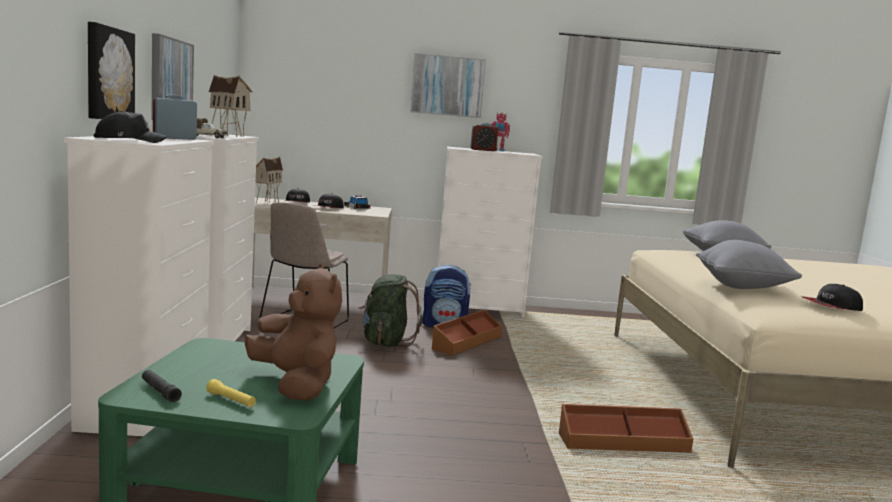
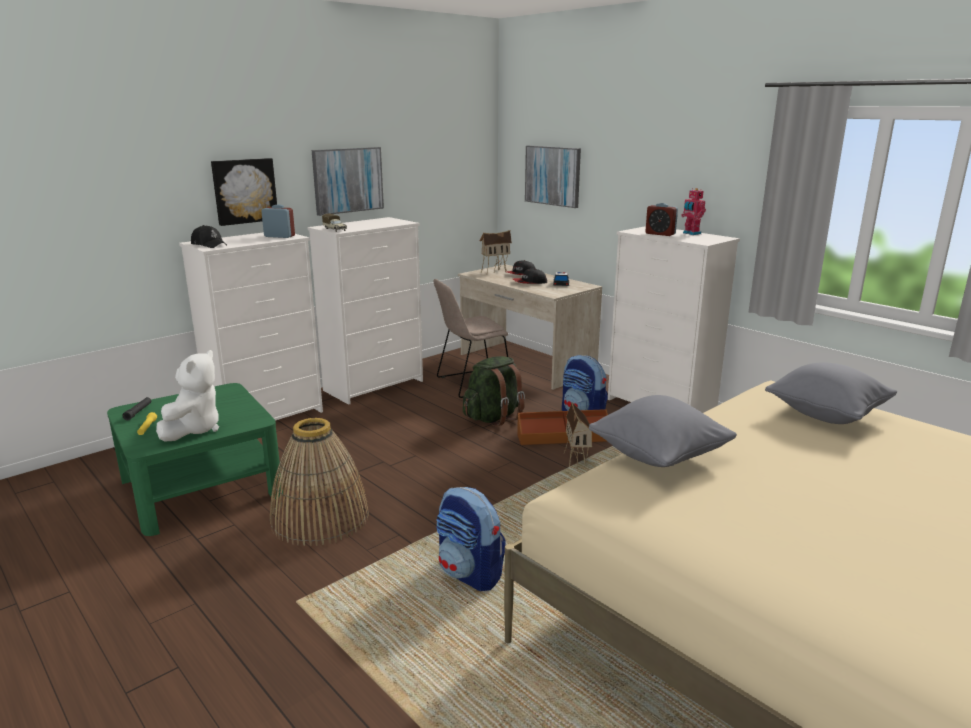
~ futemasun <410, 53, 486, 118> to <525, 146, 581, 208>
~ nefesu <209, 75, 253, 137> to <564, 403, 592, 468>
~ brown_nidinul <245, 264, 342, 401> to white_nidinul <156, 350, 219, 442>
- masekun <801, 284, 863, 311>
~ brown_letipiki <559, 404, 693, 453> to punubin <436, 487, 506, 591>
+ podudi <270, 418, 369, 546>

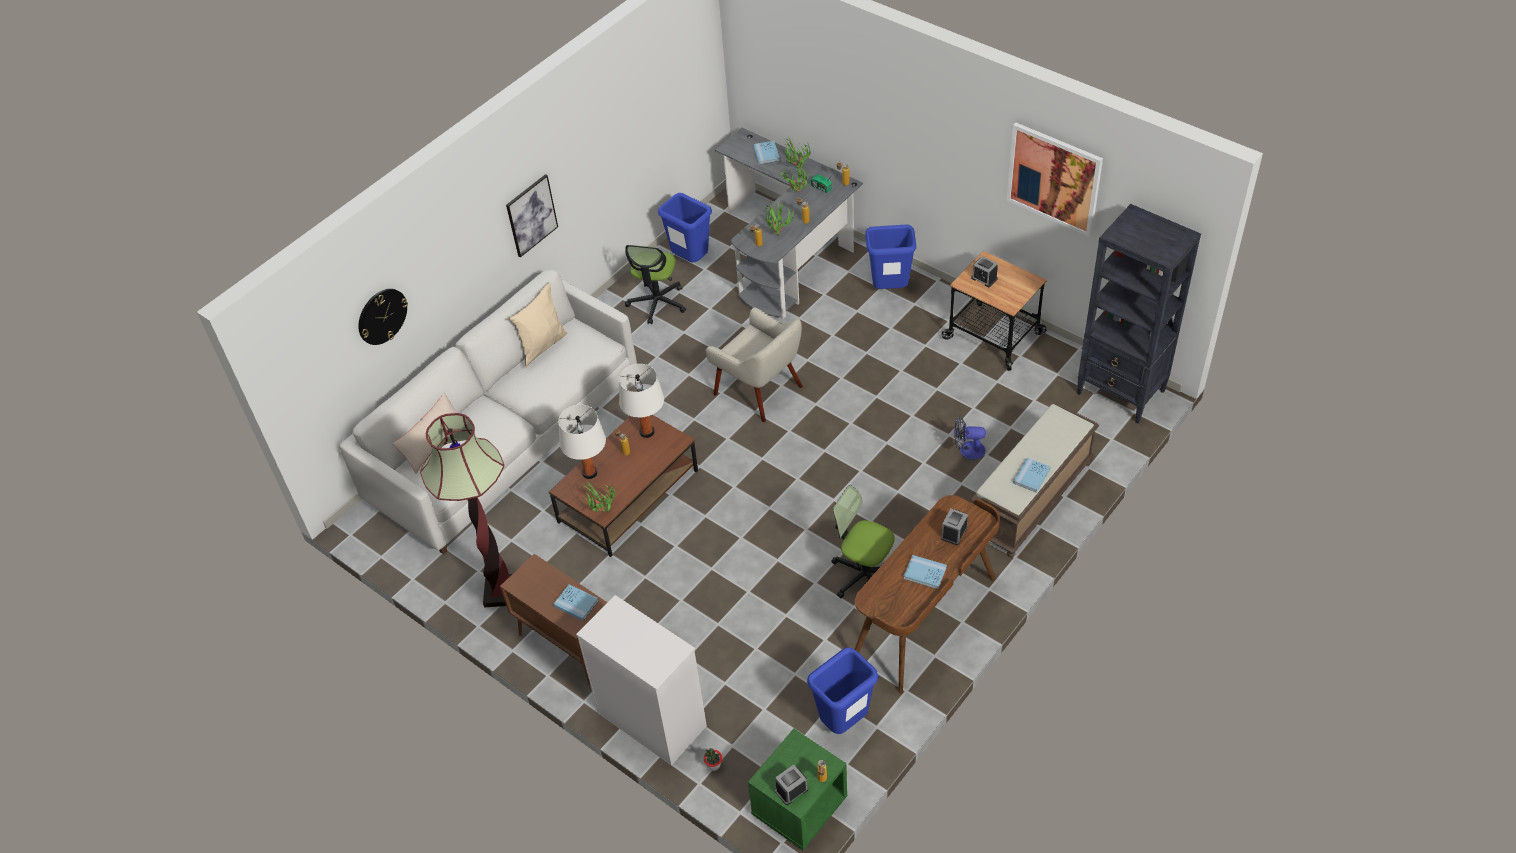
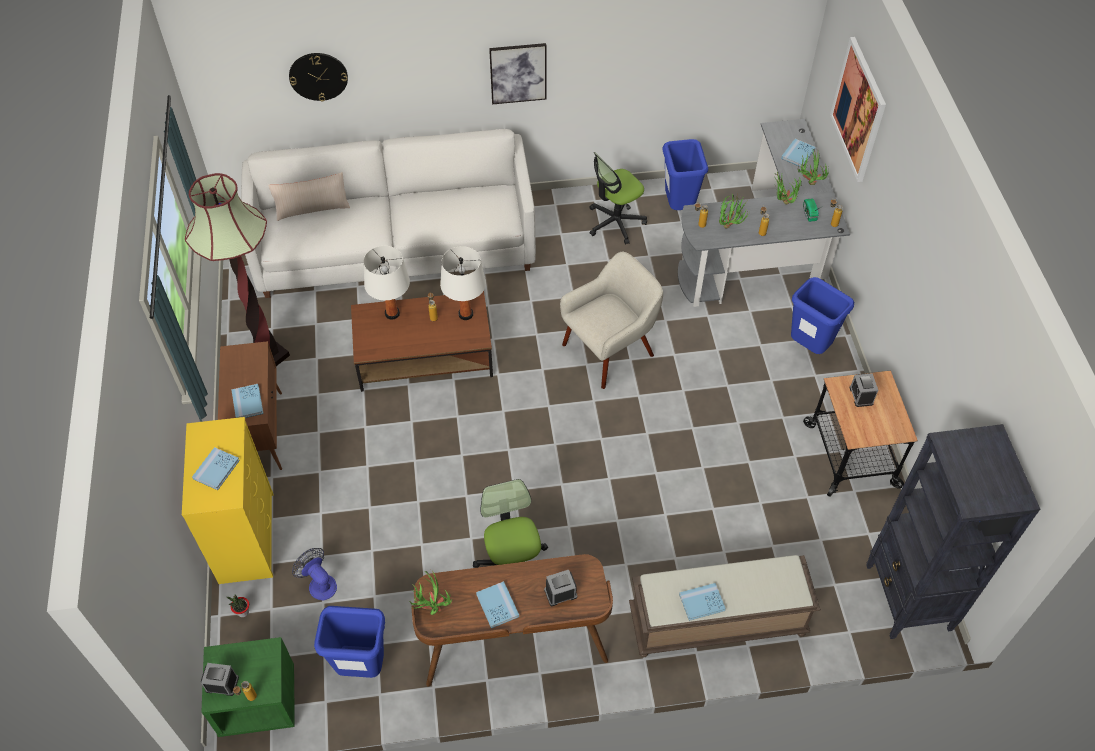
~ futemasun <1006, 123, 1103, 237> to <830, 37, 886, 182>
- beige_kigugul <509, 282, 568, 368>
~ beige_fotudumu <706, 307, 803, 422> = <560, 252, 663, 389> 120 degrees counterclockwise
~ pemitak <954, 416, 986, 460> to <292, 548, 337, 600>
~ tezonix <582, 480, 615, 512> to <410, 569, 452, 615>
~ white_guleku <576, 595, 707, 766> to yellow_guleku <182, 417, 273, 584>
+ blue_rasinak <192, 447, 240, 490>

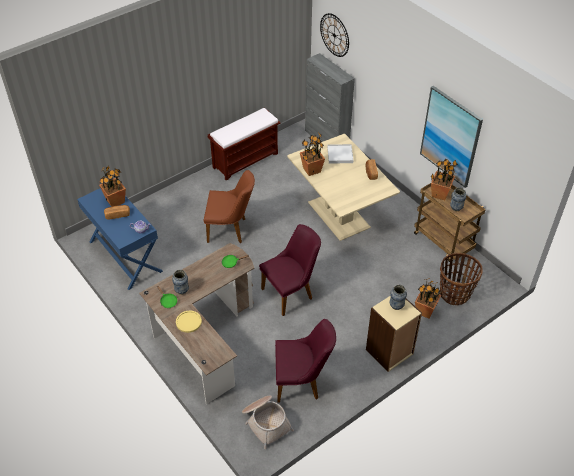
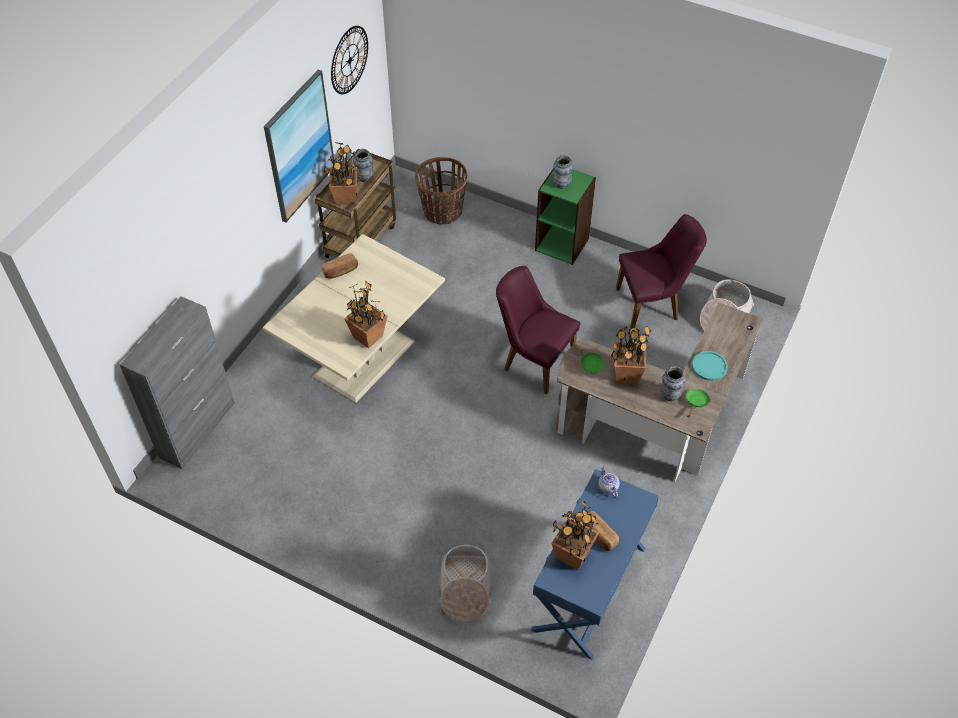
~ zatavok <320, 13, 349, 57> to <331, 26, 368, 94>
- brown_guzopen <208, 108, 280, 180>
- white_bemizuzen <327, 144, 353, 164>
- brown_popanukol <204, 170, 255, 243>
~ tezonix <415, 278, 443, 318> to <611, 325, 651, 383>
~ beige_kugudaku <366, 295, 422, 372> to green_kugudaku <535, 168, 596, 265>
~ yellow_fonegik <176, 311, 202, 333> to turquoise_fonegik <692, 351, 728, 381>
~ purple_popanukol <275, 319, 336, 403> = <616, 214, 707, 328> 105 degrees clockwise
+ podudi <440, 545, 492, 622>

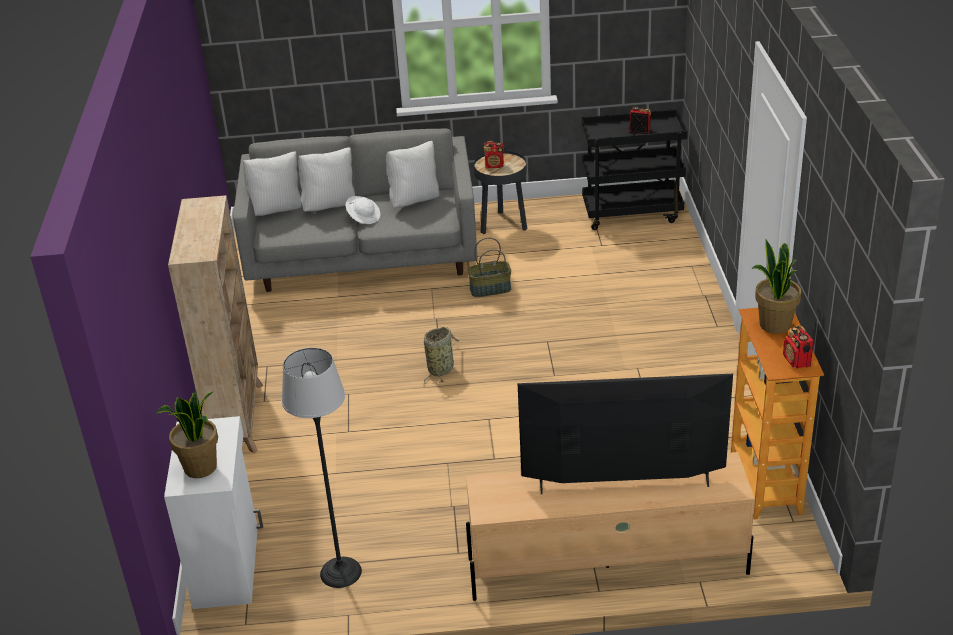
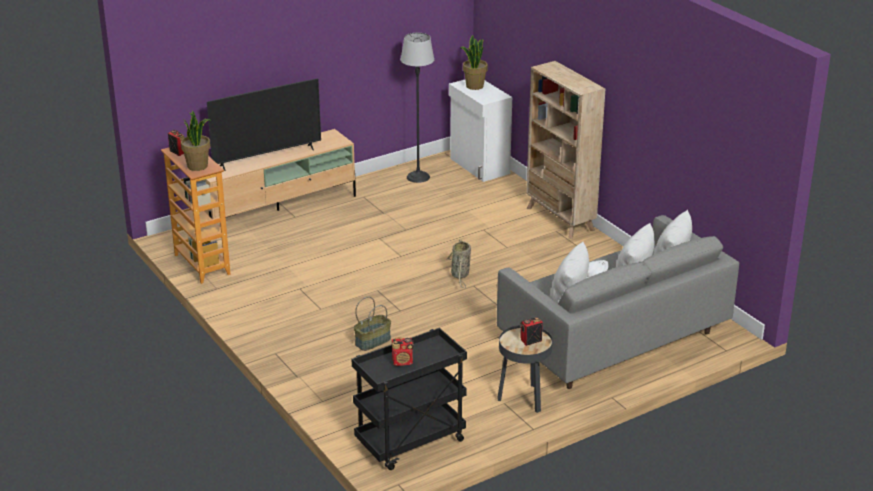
~ podudi <468, 238, 511, 297> to <354, 297, 391, 351>

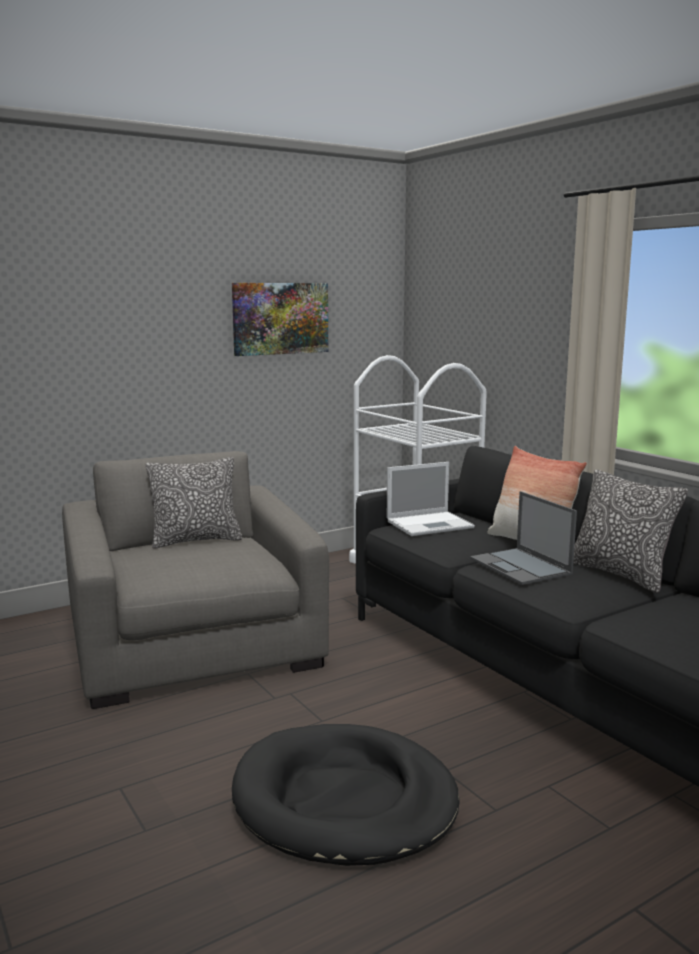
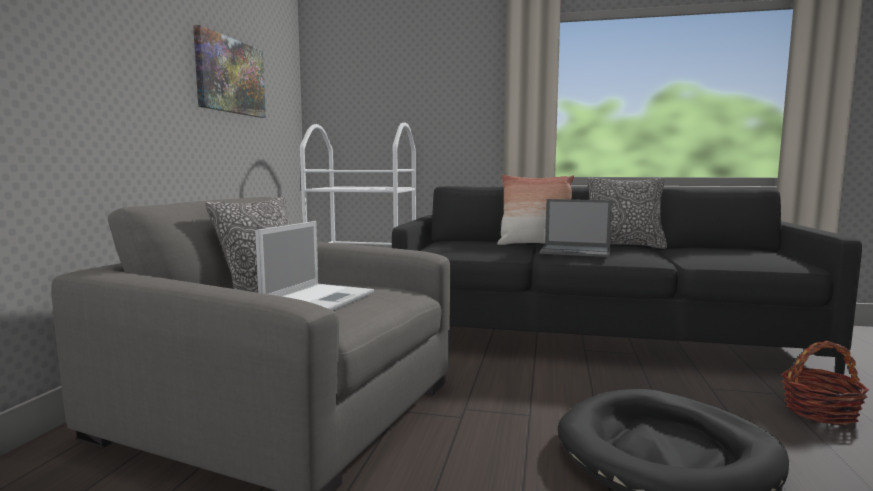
~ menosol <387, 462, 475, 536> to <255, 221, 374, 311>
+ podudi <781, 341, 869, 426>

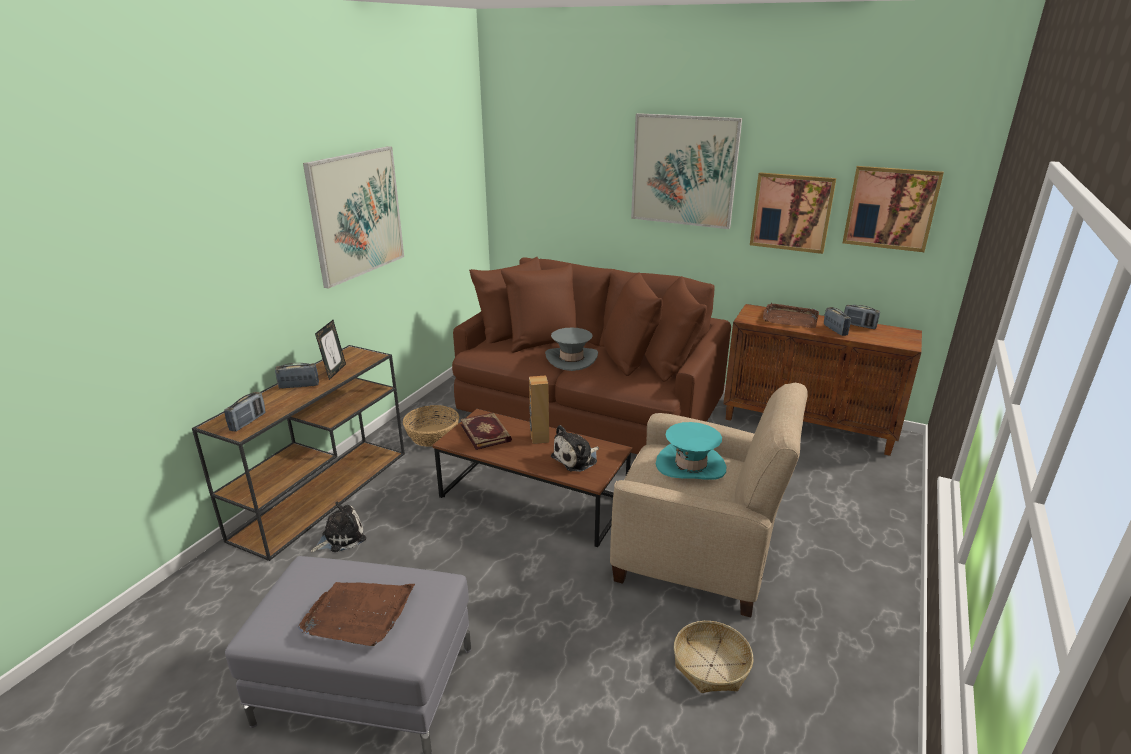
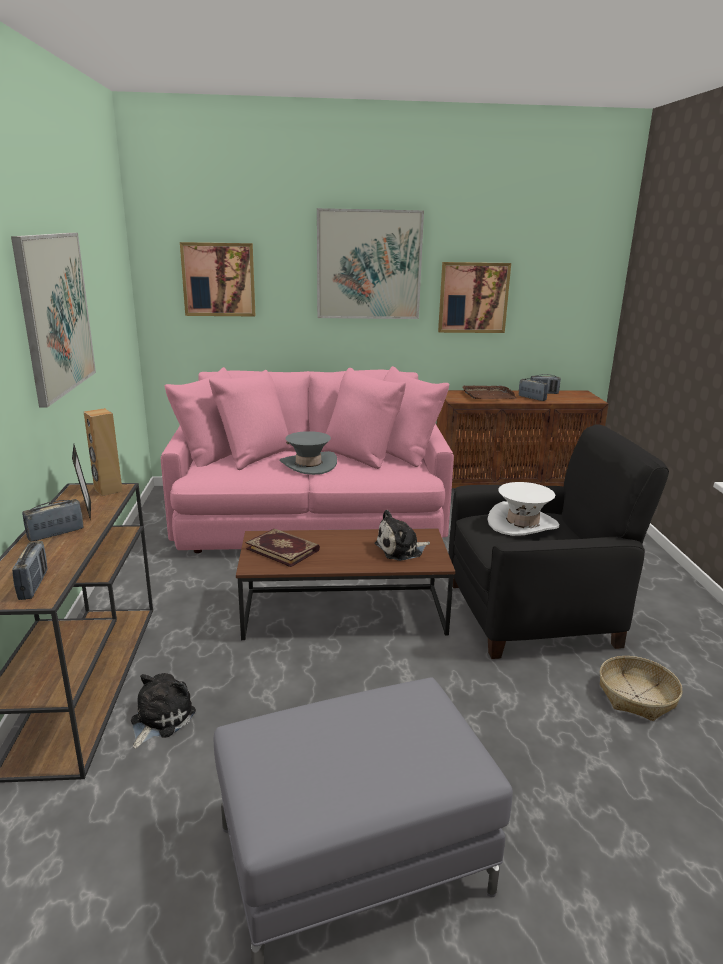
~ futemasun <843, 166, 944, 252> to <180, 242, 255, 316>
~ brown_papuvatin <452, 257, 731, 454> to pink_papuvatin <161, 366, 454, 553>
~ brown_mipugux <529, 375, 549, 444> to <84, 408, 123, 496>
~ beige_fotudumu <610, 383, 808, 618> to black_fotudumu <448, 425, 669, 659>
- podudi <403, 405, 459, 447>
~ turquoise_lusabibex <656, 422, 726, 480> to white_lusabibex <487, 482, 559, 536>
~ nidinul <551, 425, 599, 472> = <374, 510, 430, 561> 45 degrees clockwise
- brown_bemizuzen <298, 582, 415, 646>

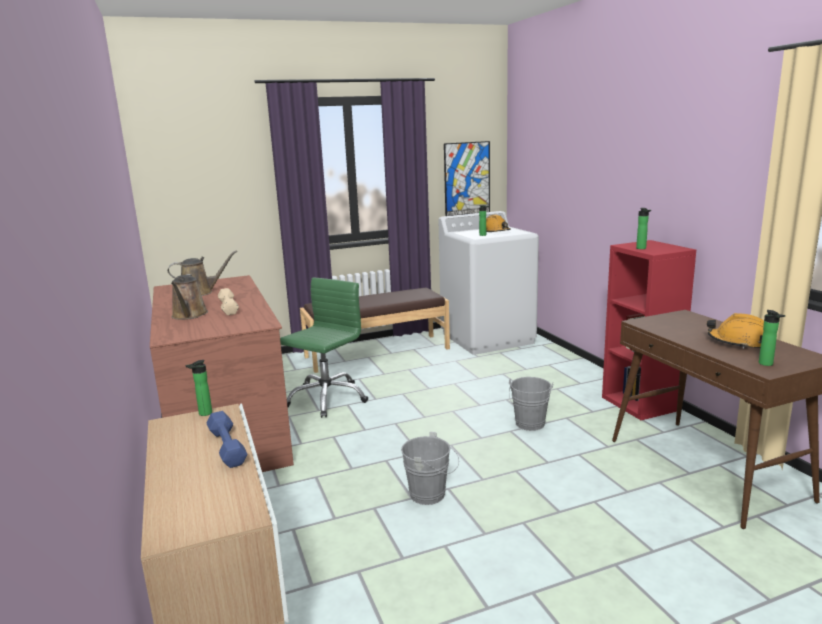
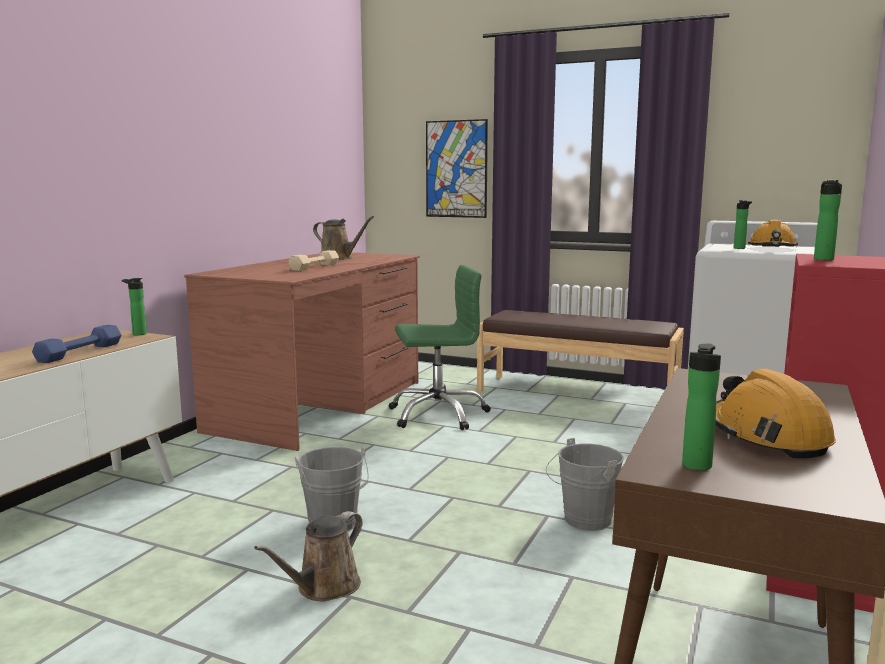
~ futemasun <444, 141, 490, 216> to <426, 119, 488, 218>
~ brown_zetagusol <171, 274, 208, 320> to <254, 511, 363, 602>

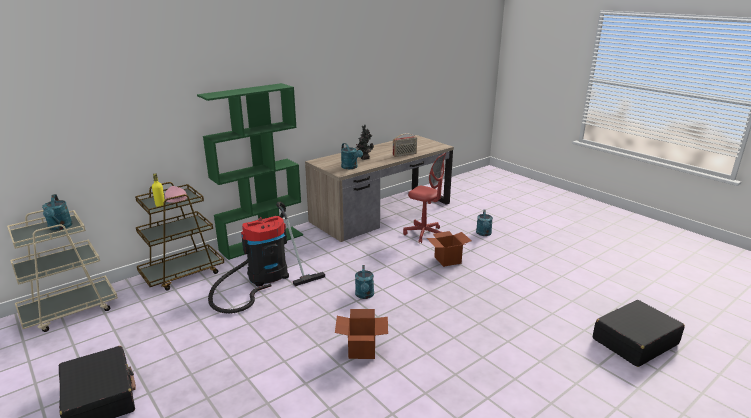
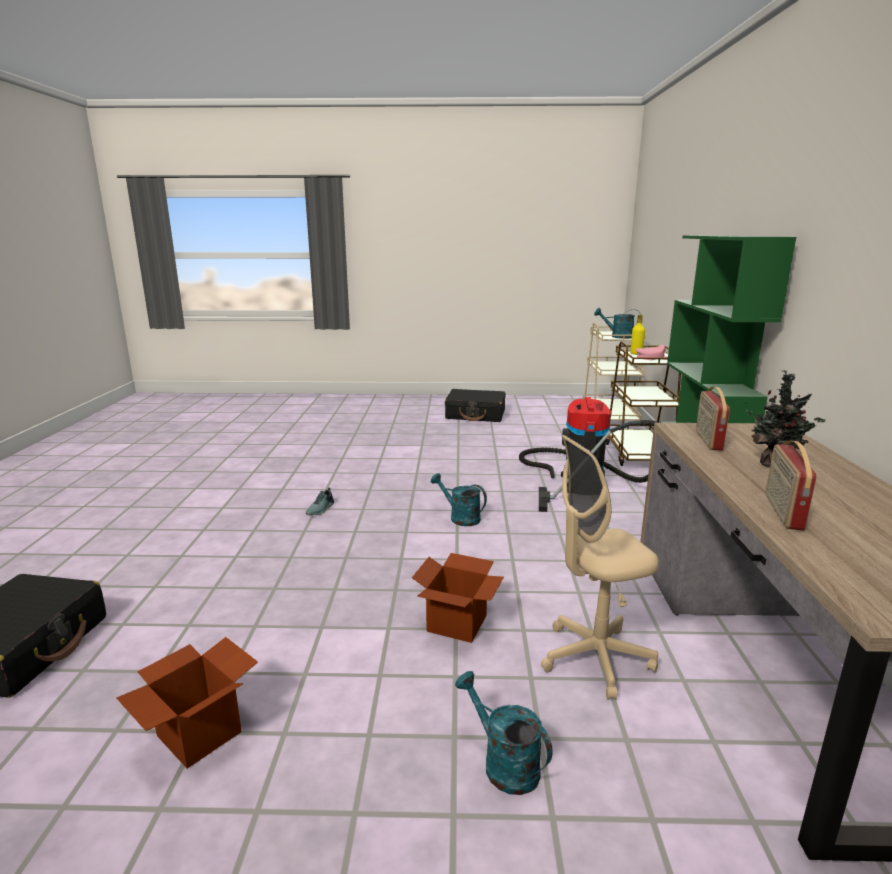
~ turquoise_zetagusol <341, 143, 363, 169> to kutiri <696, 387, 730, 451>
~ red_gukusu <403, 152, 447, 244> to beige_gukusu <541, 435, 659, 699>
~ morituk <335, 309, 388, 359> to <116, 637, 258, 768>
+ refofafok <306, 487, 334, 515>

